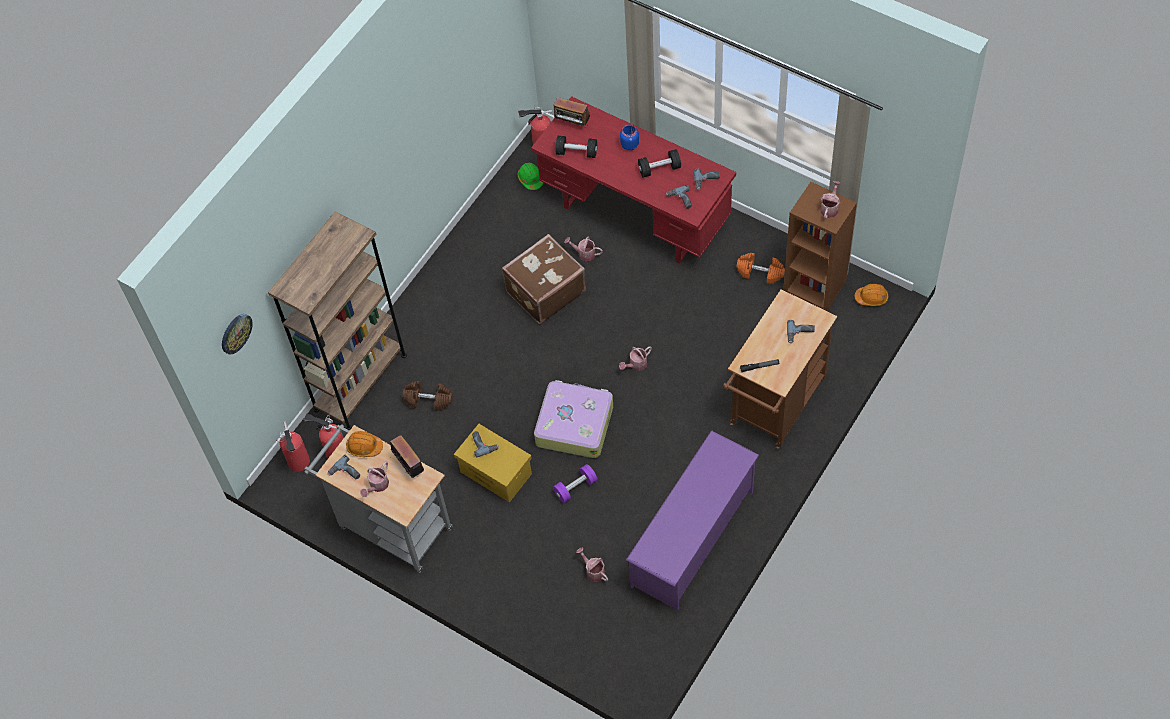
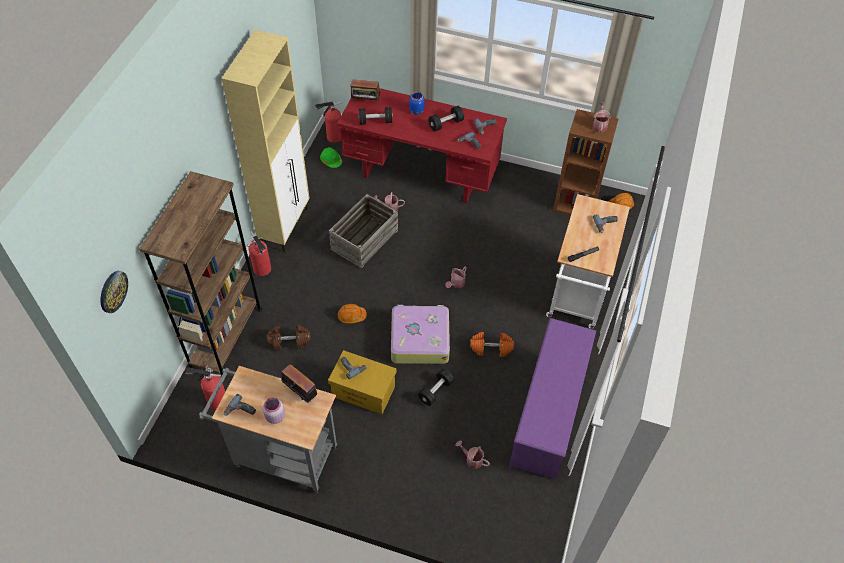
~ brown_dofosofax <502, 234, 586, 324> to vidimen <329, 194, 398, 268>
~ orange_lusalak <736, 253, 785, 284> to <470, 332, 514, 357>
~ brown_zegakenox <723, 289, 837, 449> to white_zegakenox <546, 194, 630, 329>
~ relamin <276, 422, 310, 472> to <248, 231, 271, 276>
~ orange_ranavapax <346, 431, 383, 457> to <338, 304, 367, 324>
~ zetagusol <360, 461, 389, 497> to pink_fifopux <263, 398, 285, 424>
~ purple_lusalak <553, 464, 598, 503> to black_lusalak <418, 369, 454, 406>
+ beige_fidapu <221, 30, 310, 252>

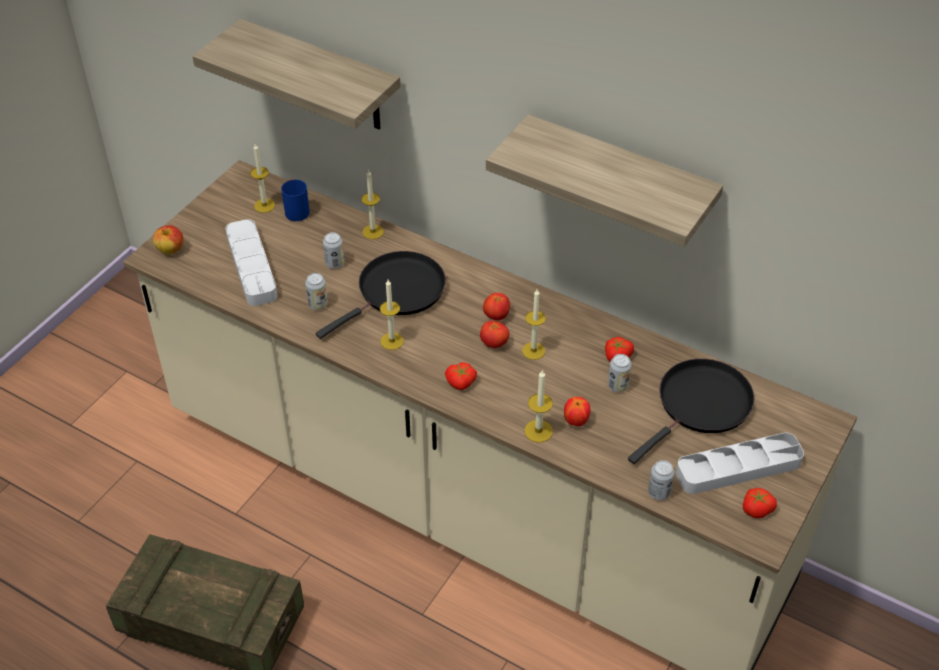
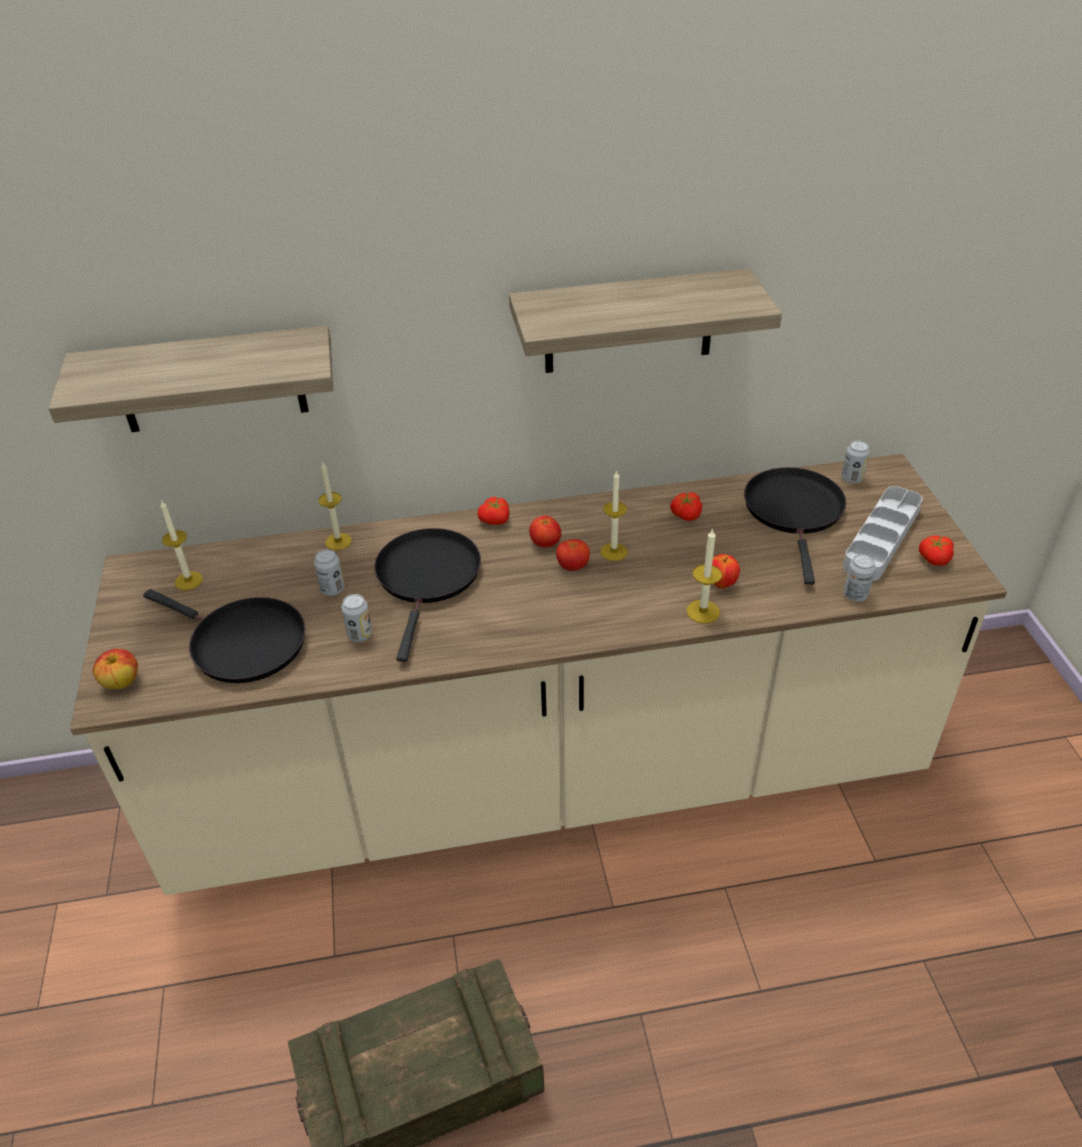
- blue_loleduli <281, 178, 310, 221>
~ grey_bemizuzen <225, 219, 277, 306> to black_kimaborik <143, 589, 306, 683>
- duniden <380, 280, 404, 350>
~ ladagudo <608, 354, 632, 392> to <841, 440, 870, 484>
~ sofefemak <445, 362, 477, 390> to <477, 497, 510, 525>

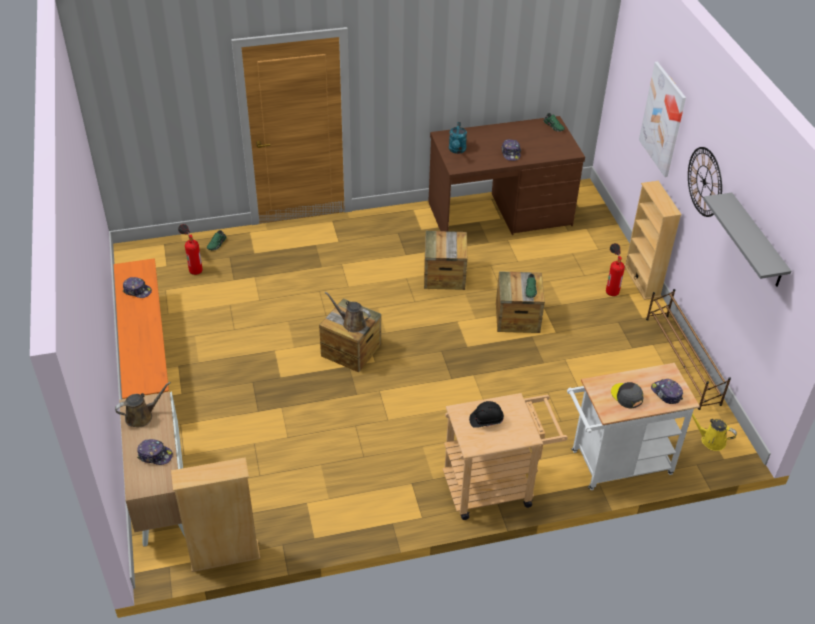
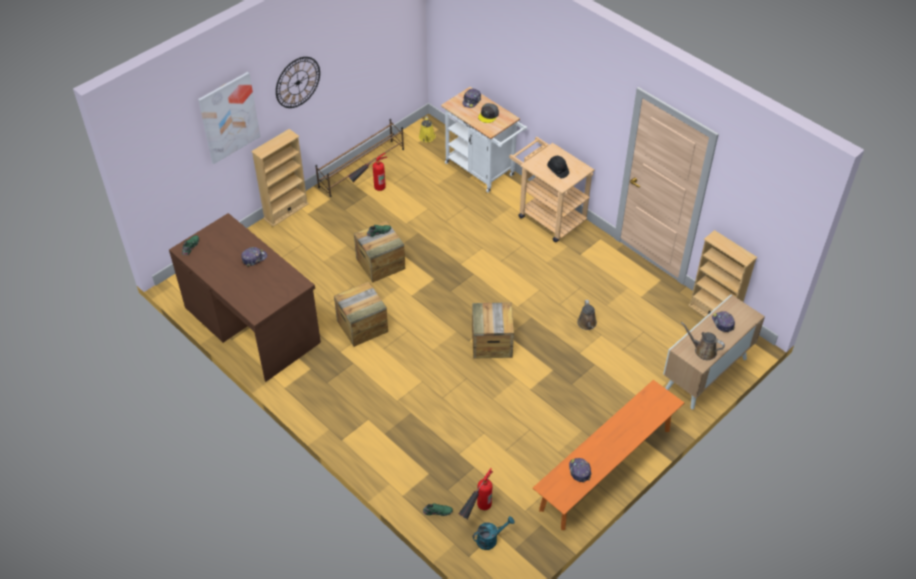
~ turquoise_zetagusol <449, 122, 467, 154> to <473, 516, 515, 550>
- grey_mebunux <703, 192, 791, 287>
~ relamin <606, 243, 625, 296> to <348, 153, 388, 191>
~ brown_zetagusol <325, 291, 371, 333> to <577, 300, 597, 330>

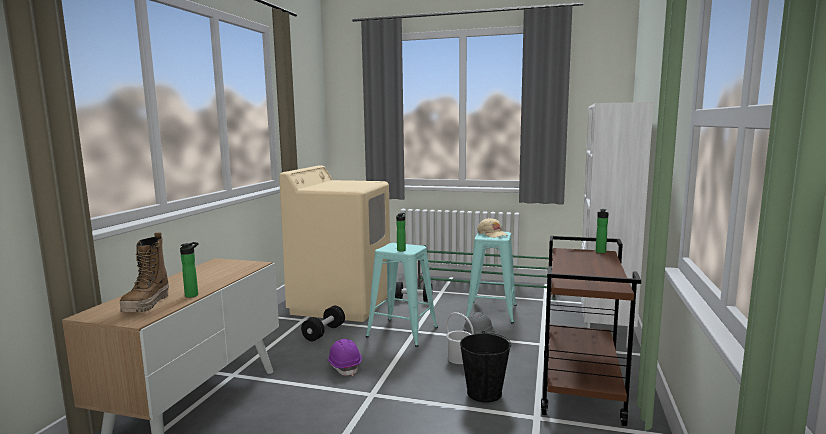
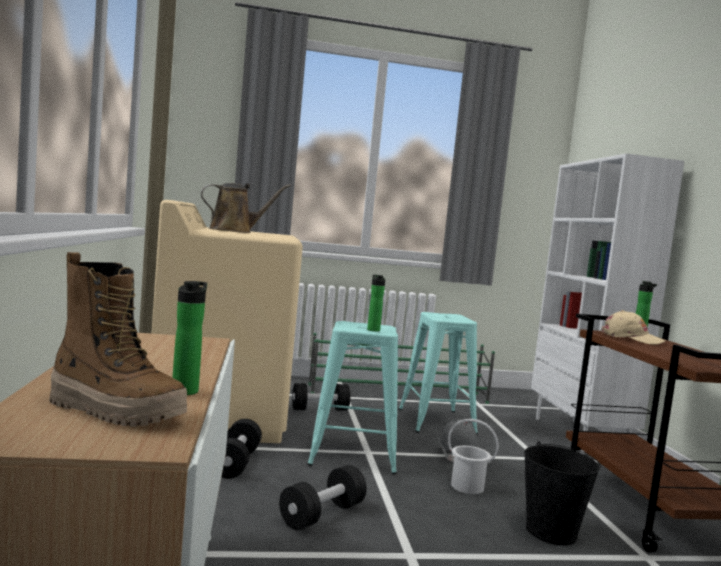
~ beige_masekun <477, 218, 509, 238> to <601, 310, 666, 345>
~ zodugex <120, 233, 169, 312> = <49, 252, 187, 427> 45 degrees counterclockwise
~ purple_ranavapax <327, 339, 362, 376> to black_lusalak <279, 465, 367, 530>
+ brown_zetagusol <201, 183, 291, 233>

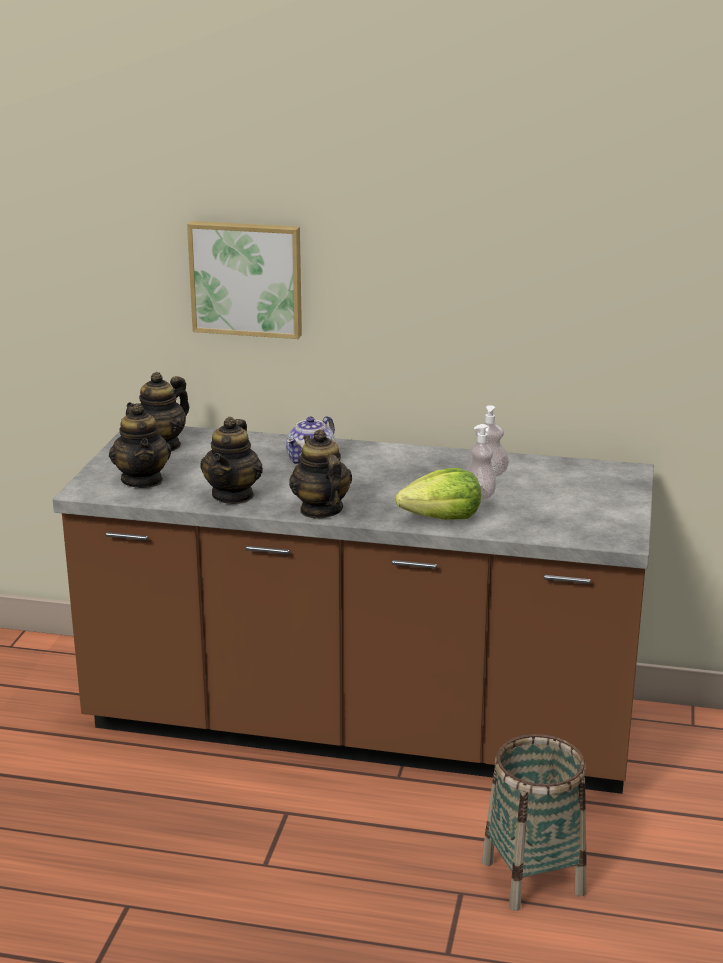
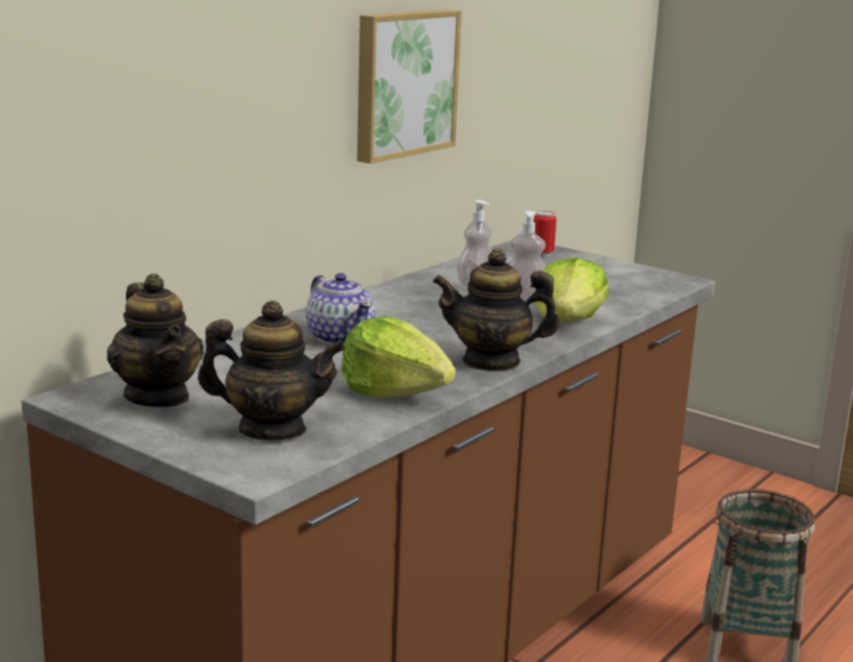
~ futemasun <187, 221, 302, 339> to <357, 9, 461, 164>
~ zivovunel <200, 417, 263, 504> to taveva <341, 316, 456, 397>
+ ladagudo <534, 211, 556, 257>

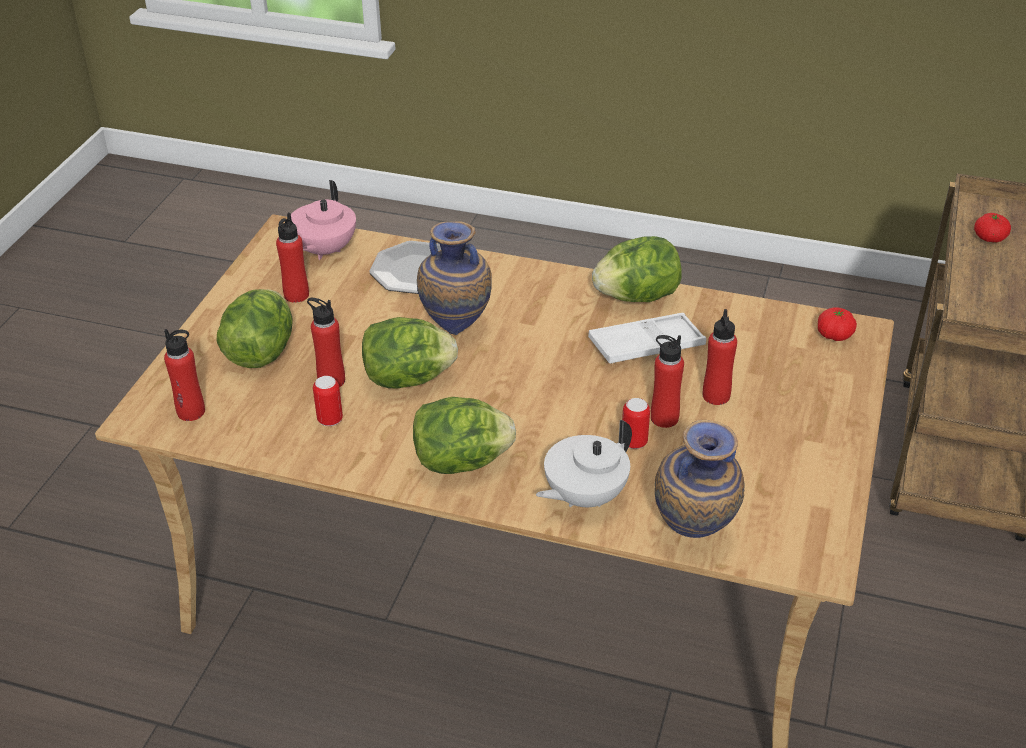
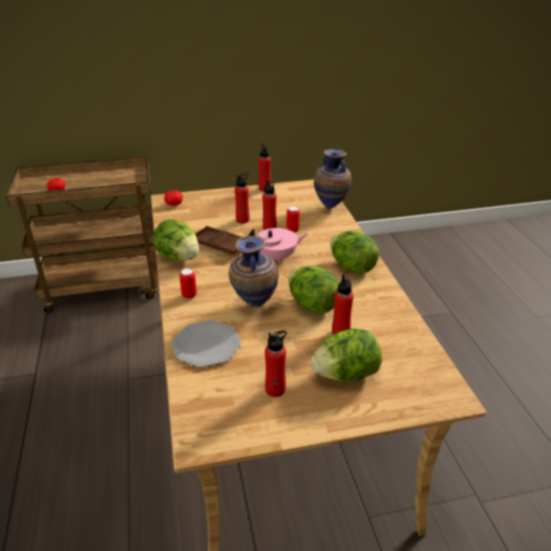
~ pink_zivovunel <291, 180, 356, 260> to <248, 228, 308, 264>
~ white_bemizuzen <588, 313, 706, 364> to brown_bemizuzen <195, 226, 242, 255>
~ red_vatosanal <164, 329, 205, 421> to <258, 144, 271, 191>
~ ladagudo <313, 376, 343, 426> to <179, 268, 197, 299>
- white_zivovunel <536, 420, 632, 507>

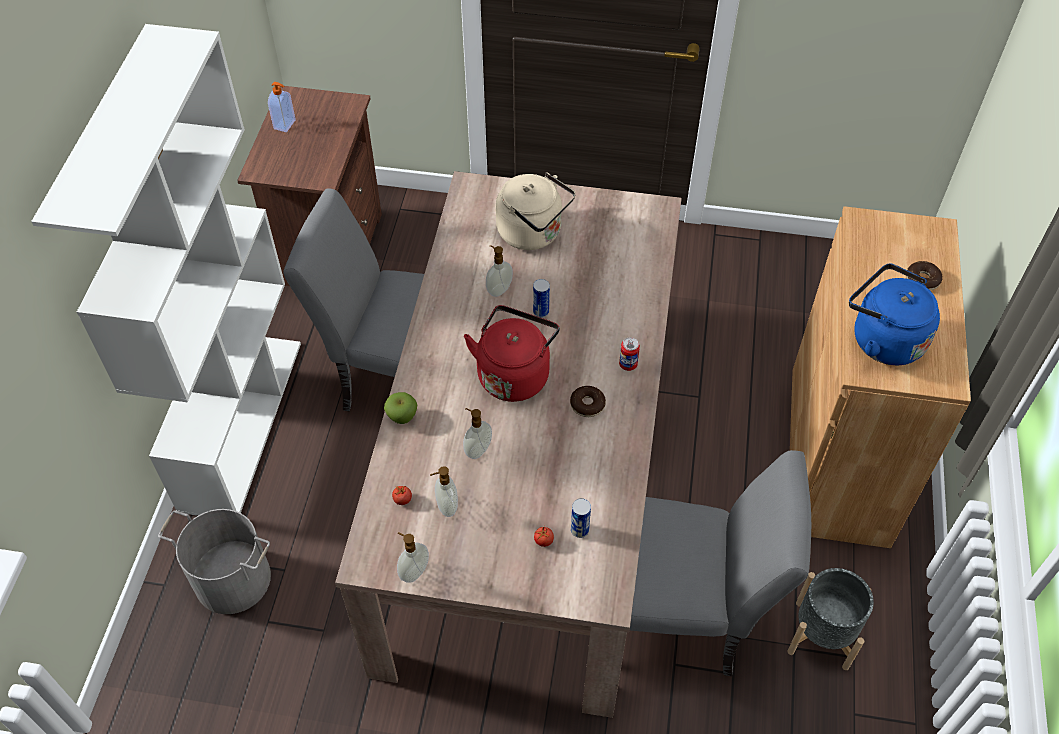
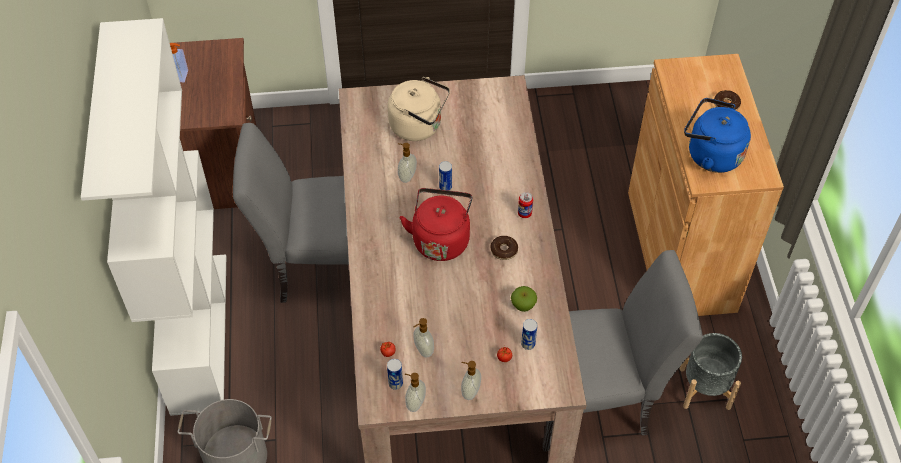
~ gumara <384, 392, 417, 424> to <511, 286, 537, 312>
~ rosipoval <463, 408, 492, 459> to <461, 361, 481, 400>
+ ladagudo <387, 359, 403, 390>

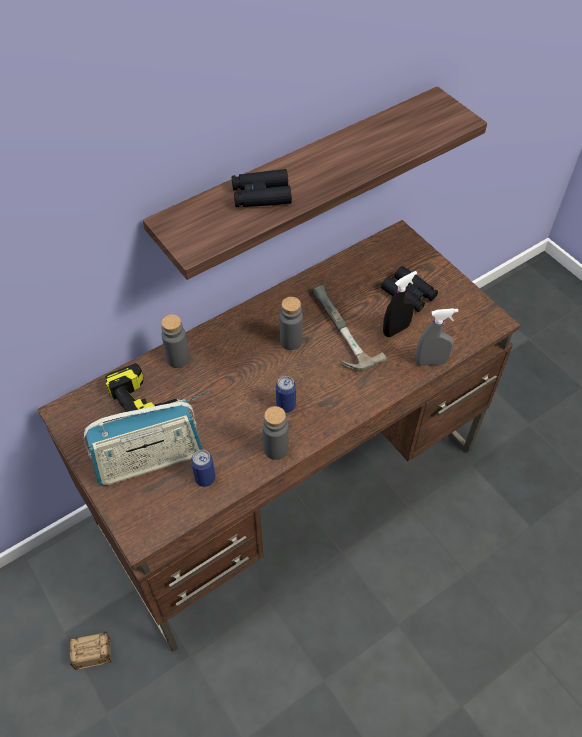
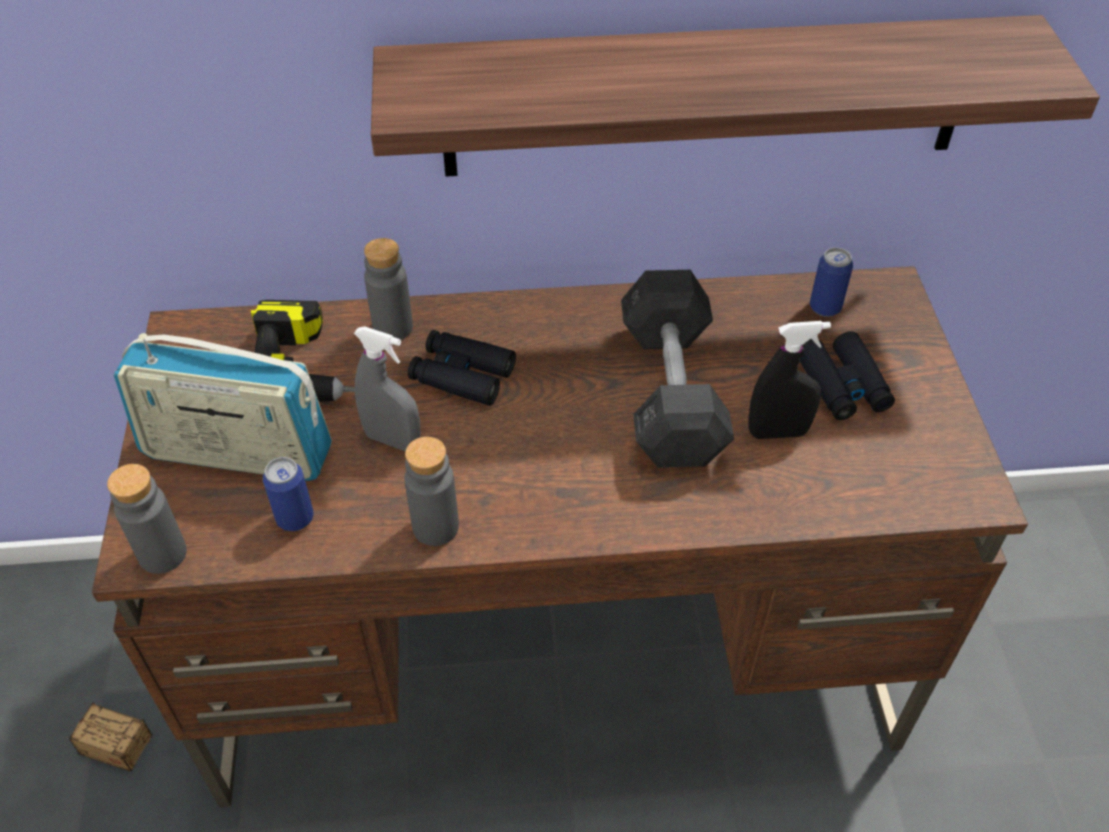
~ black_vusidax <232, 169, 292, 207> to <408, 330, 516, 406>
~ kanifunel <312, 285, 387, 372> to grey_lusalak <621, 270, 734, 468>
~ grey_vatosanal <279, 297, 303, 350> to <107, 464, 187, 574>
~ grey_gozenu <416, 308, 459, 366> to <354, 327, 421, 451>
~ ladagudo <276, 376, 296, 413> to <810, 247, 853, 317>

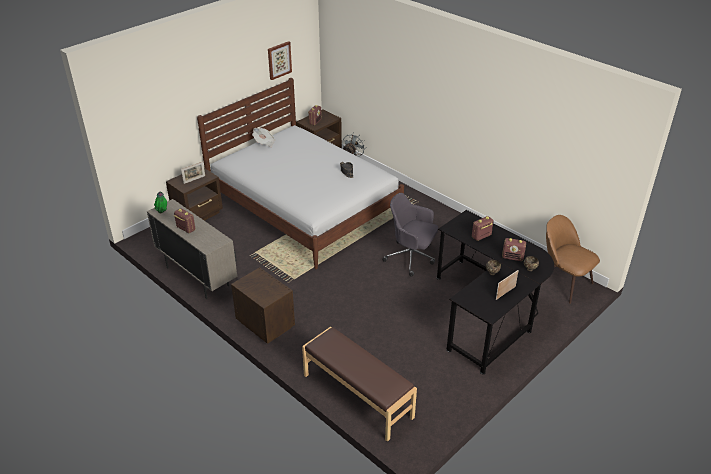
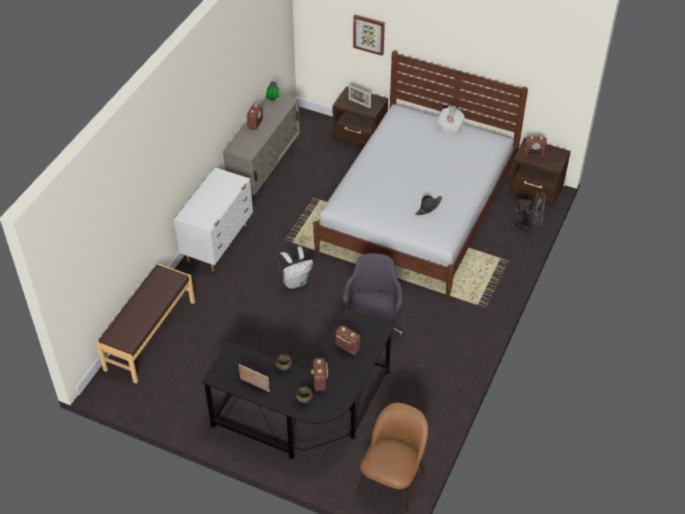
~ futemasun <268, 41, 292, 80> to <353, 15, 385, 56>
~ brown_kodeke <231, 267, 295, 344> to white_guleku <174, 167, 253, 271>
+ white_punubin <278, 246, 313, 289>

